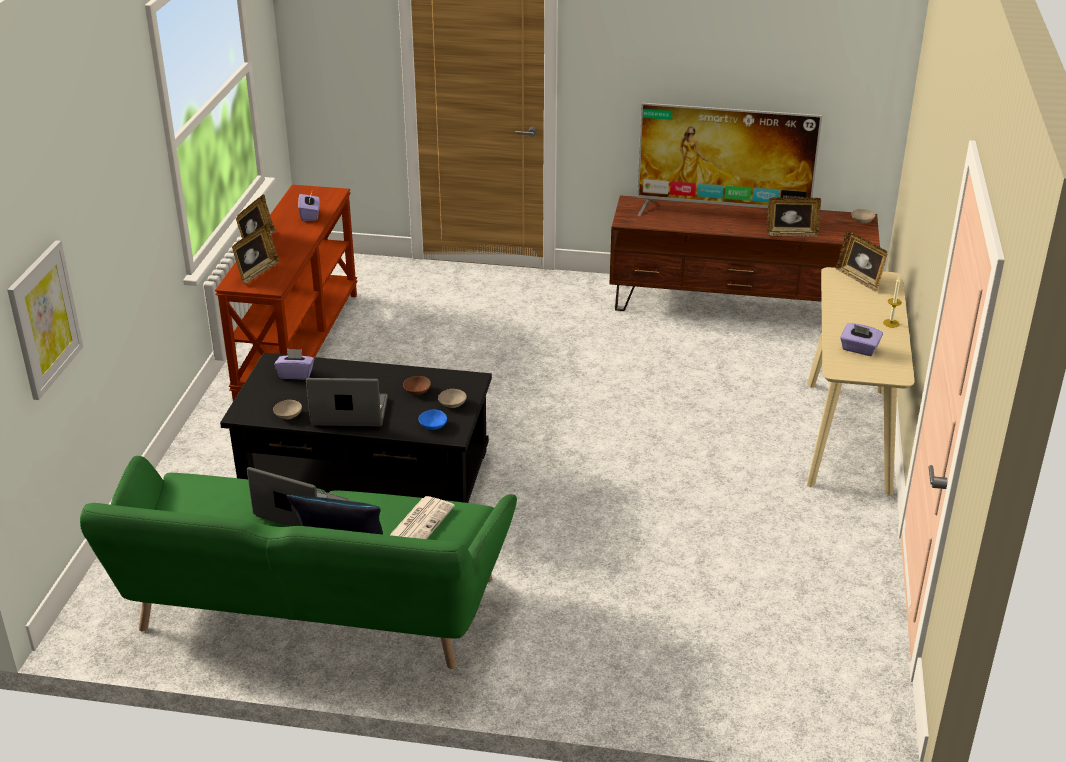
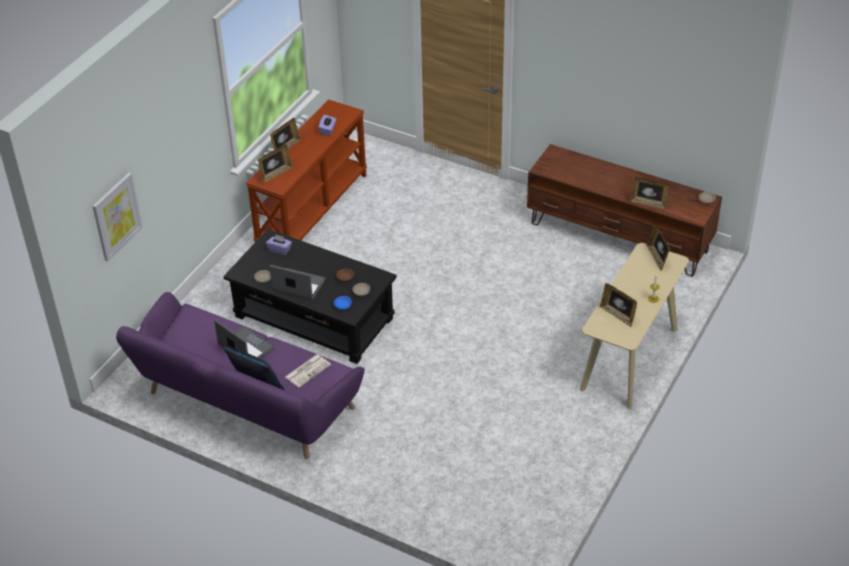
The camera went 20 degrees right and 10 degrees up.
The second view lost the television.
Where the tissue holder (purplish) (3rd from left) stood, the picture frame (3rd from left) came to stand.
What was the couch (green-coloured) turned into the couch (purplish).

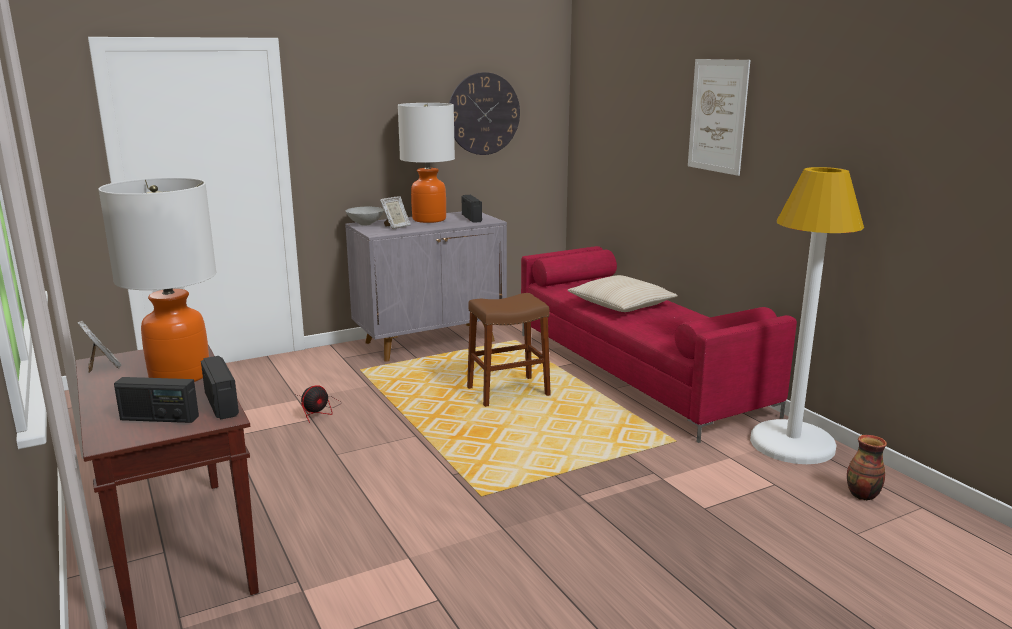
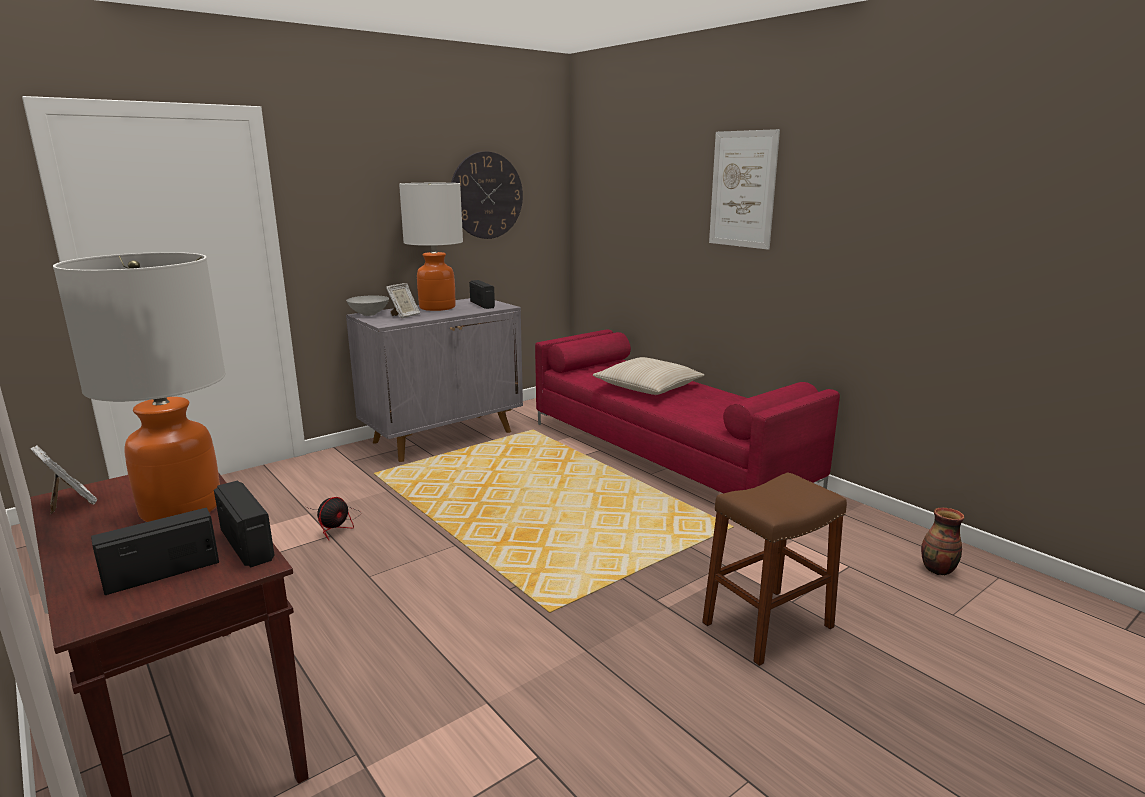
The camera went 10 degrees left and 0 degrees up.
The second view lost the standing lamp (whitish).
The stool seat (brown) ended up elsewhere.
The radio set (1st from left) ended up facing another way, 150 degrees clockwise from before.

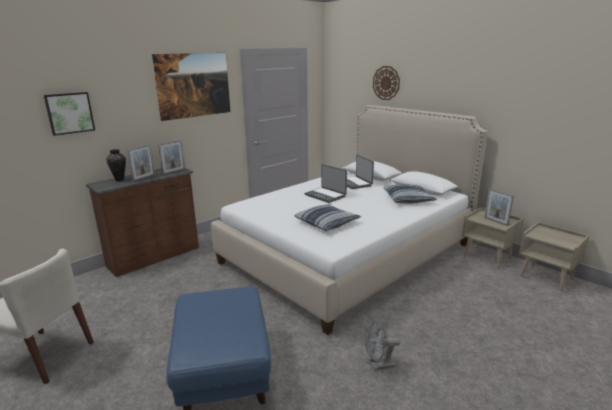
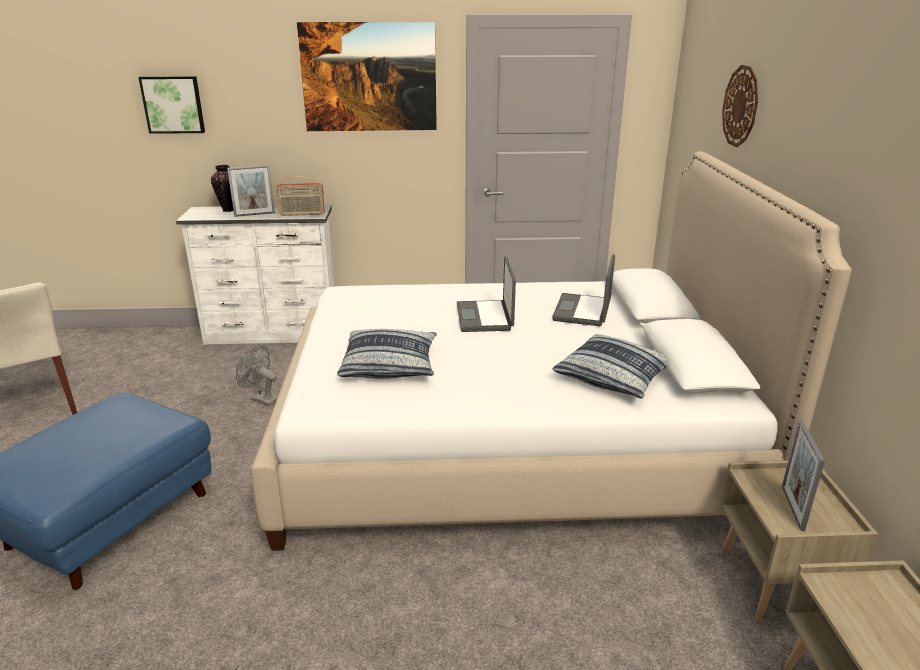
The camera went 40 degrees right and 5 degrees up.
The cooling fan (greyish) ended up elsewhere.
Where the picture frame (2nd from left) stood, the radio set came to stand.
What was the dresser (brown) turned into the dresser (whitish).

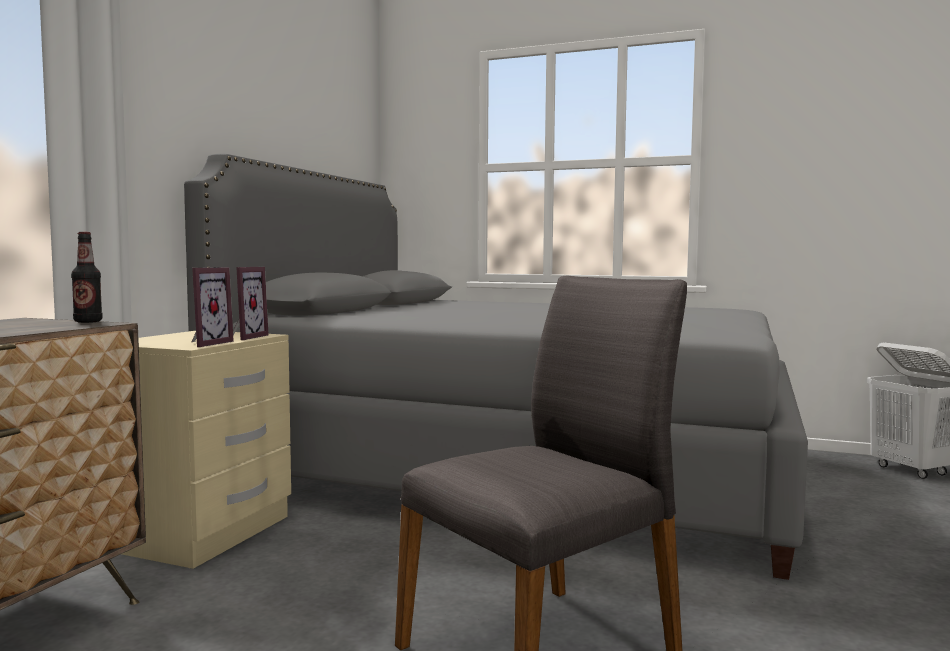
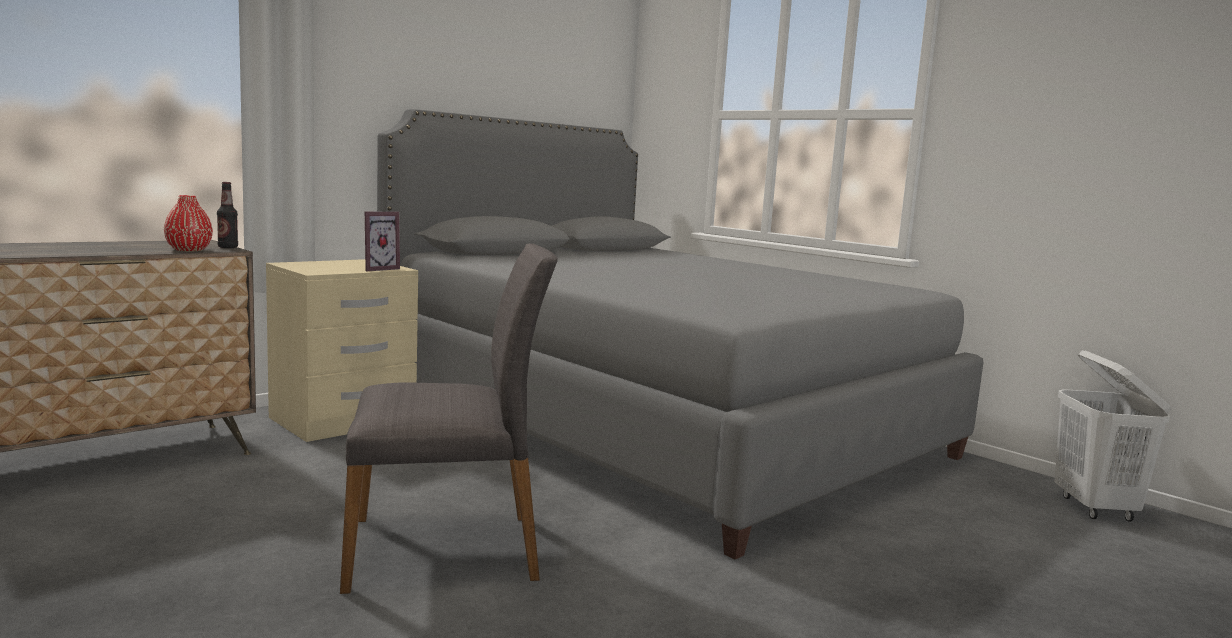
The camera went 25 degrees right and 5 degrees up.
The second view lost the picture frame (1st from left).
The second view gained the vase (reddish).

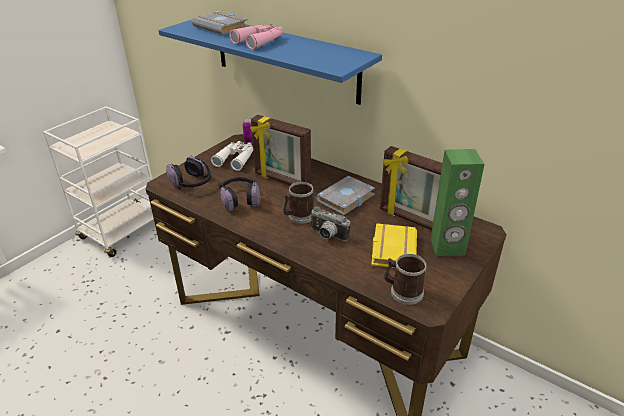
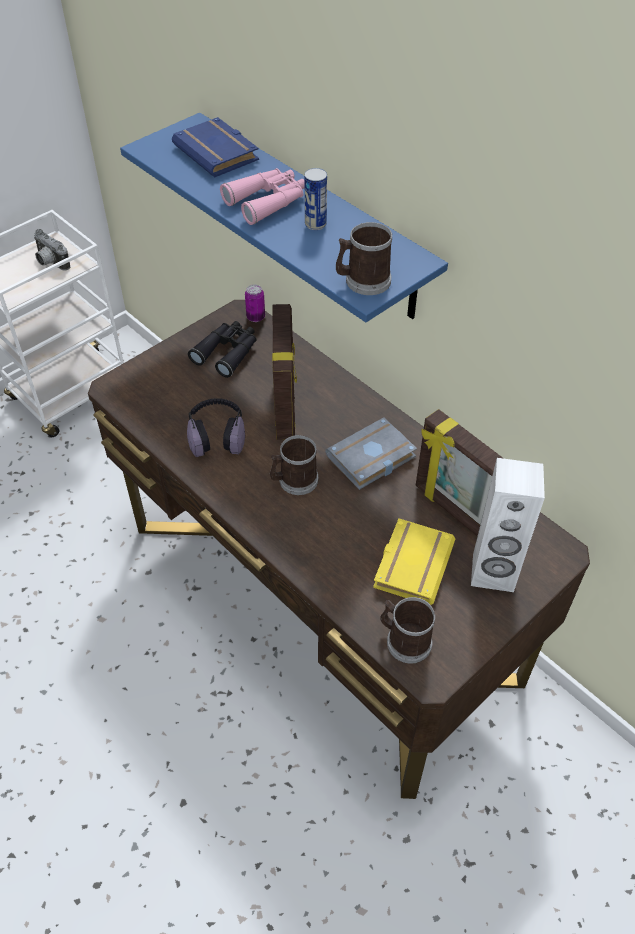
The camera went 10 degrees right and 15 degrees up.
The second view lost the headset (1st from left).
The second view gained the sealed can (2nd from left).
The second view gained the coffee mug (2nd from left).
The still camera ended up elsewhere.
What was the book (greyish) (1st from left) turned into the book (blue-coloured).
What was the binoculars (whitish) turned into the binoculars (blackish).
What was the speaker (green-coloured) turned into the speaker (whitish).
The picture frame (1st from left) ended up facing another way, 135 degrees counterclockwise from before.

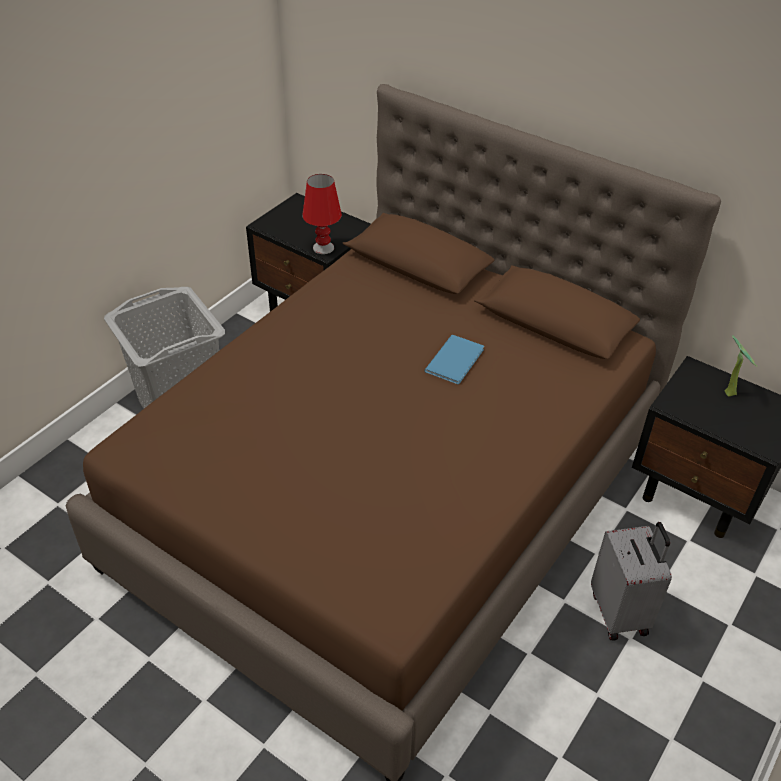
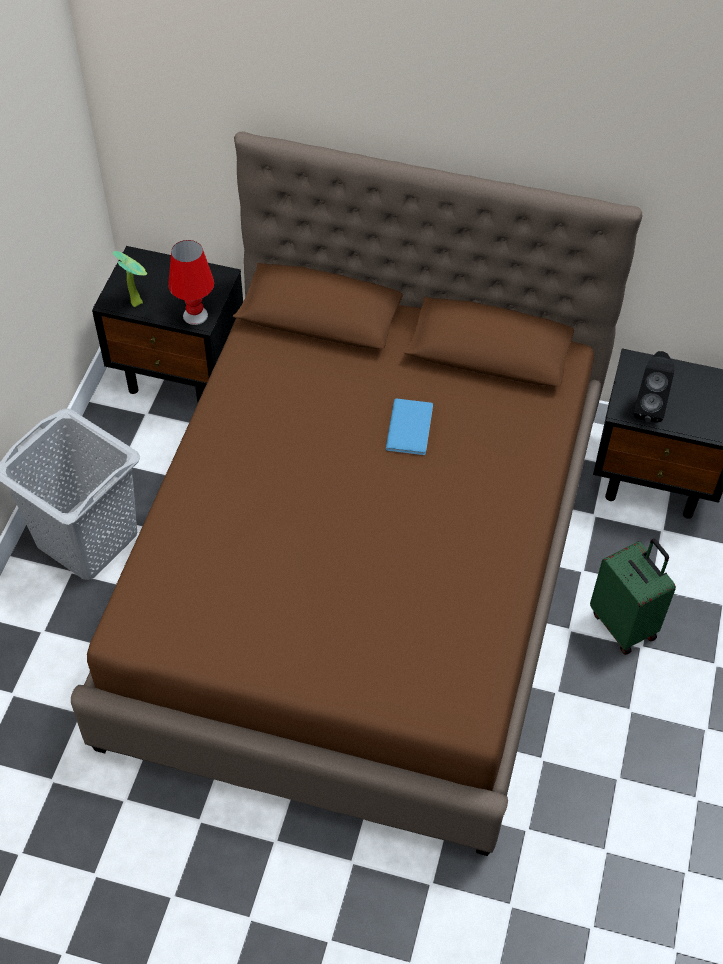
The camera went 20 degrees left and 10 degrees up.
The second view gained the speaker (blackish).
The potted plant ended up elsewhere.
What was the suitcase (greyish) turned into the suitcase (green-coloured).

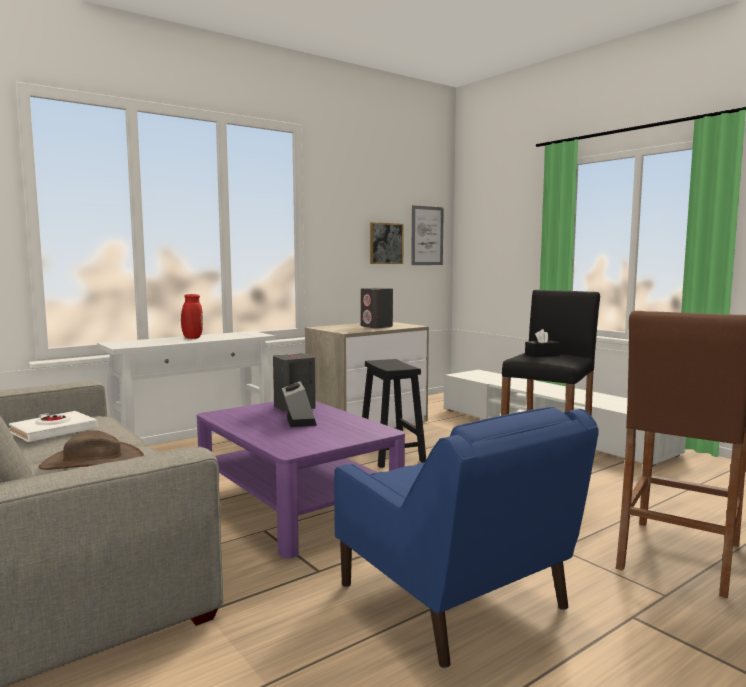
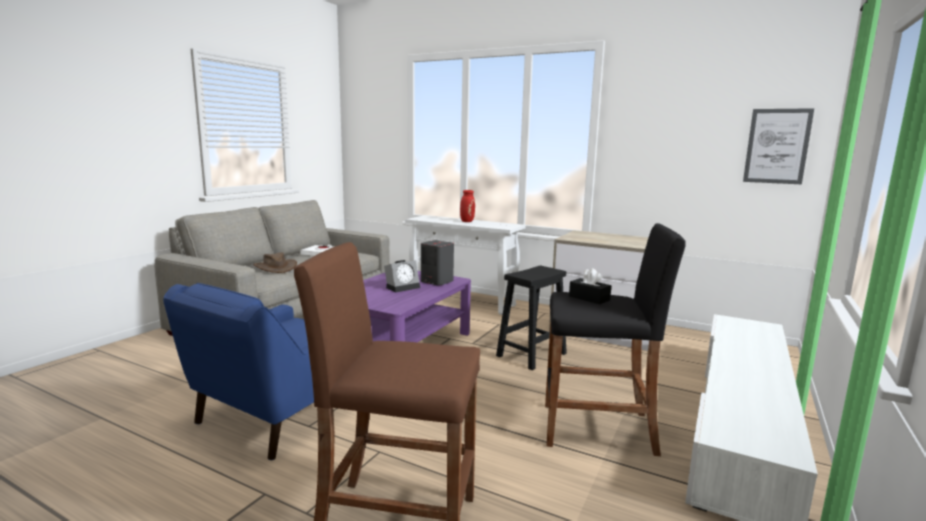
The camera went 65 degrees right and 5 degrees up.
The second view lost the speaker (greyish) (2nd from left).
The second view lost the wall art (1st from left).

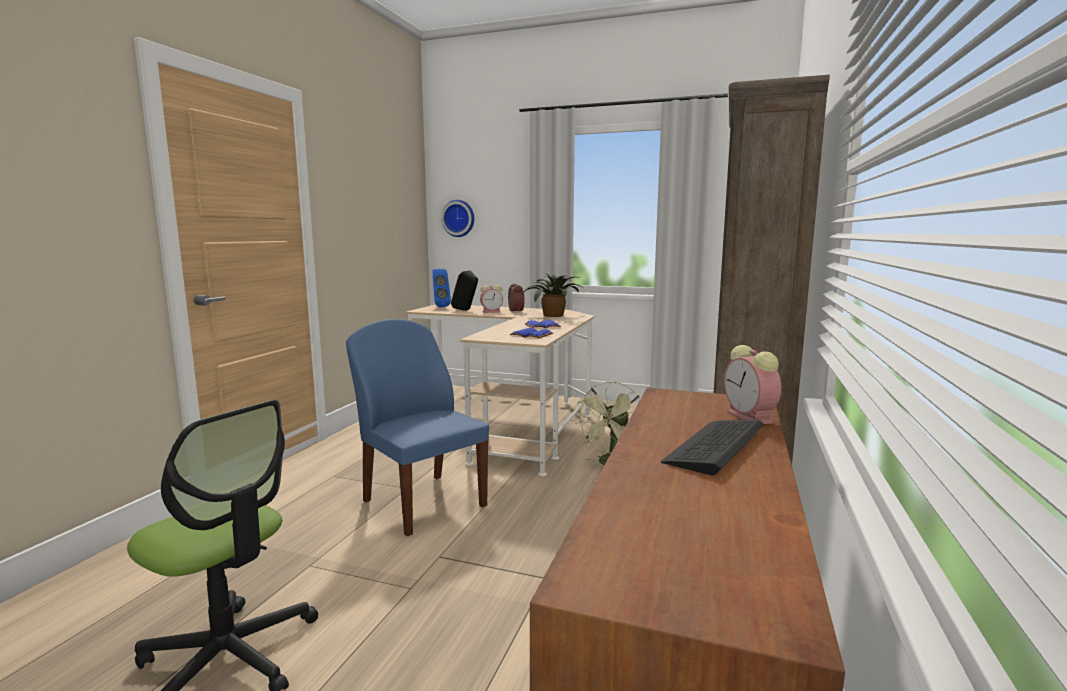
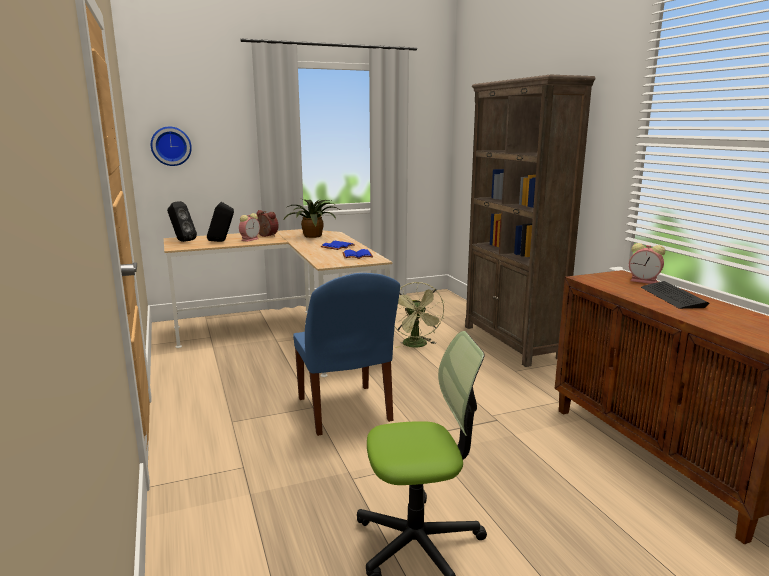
The camera went 40 degrees left and 5 degrees up.
What was the speaker (blue-coloured) turned into the speaker (blackish) (1st from left).
The upright chair (blue-coloured) ended up facing another way, 120 degrees counterclockwise from before.

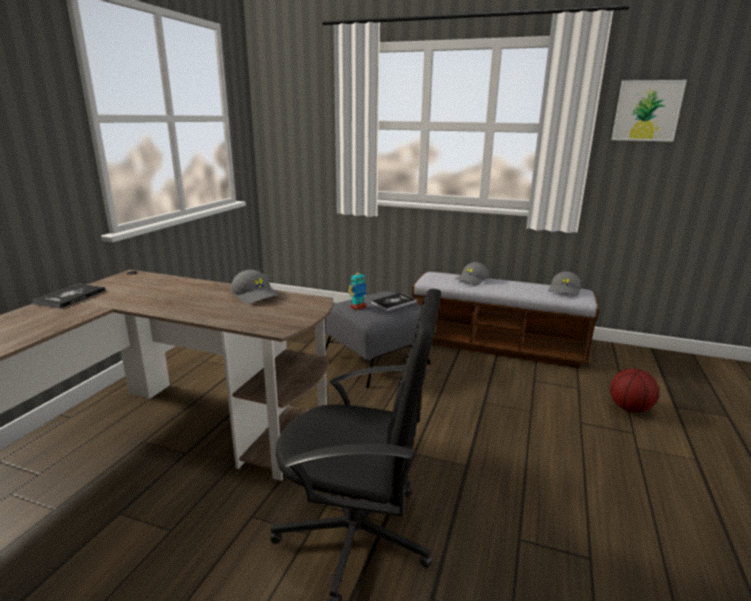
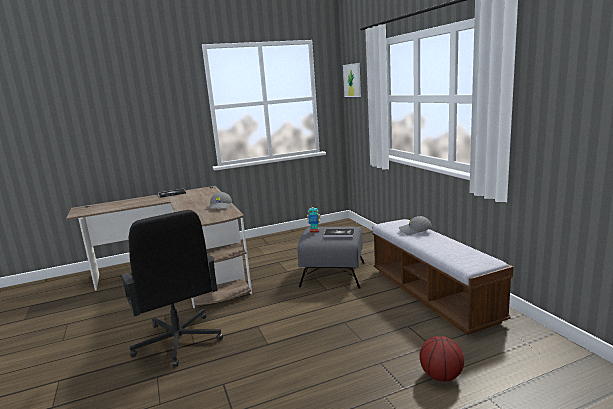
The camera went 50 degrees right and 5 degrees down.
The second view lost the baseball cap (greyish) (3rd from left).
The wall art ended up elsewhere.

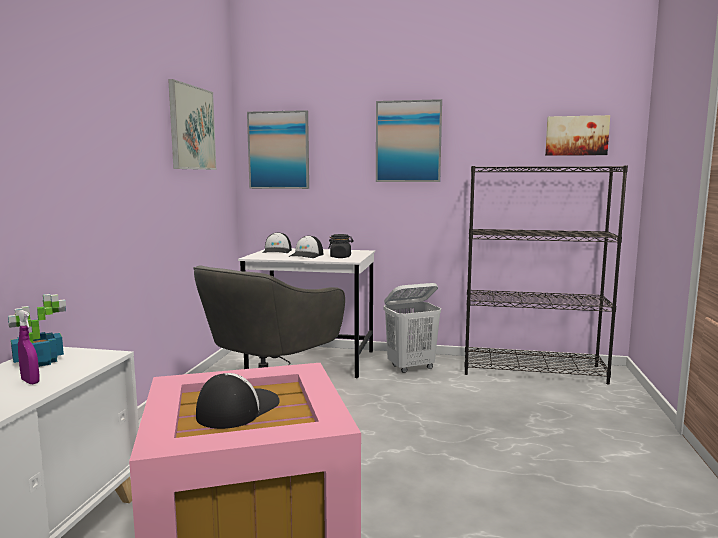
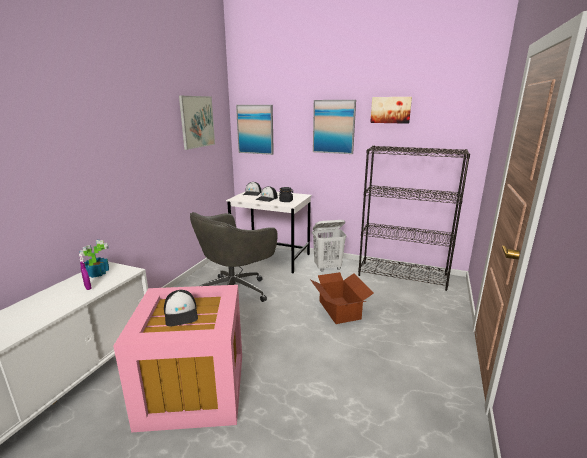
The camera went 10 degrees right and 10 degrees up.
The second view gained the packing box.
The wall art (4th from left) ended up elsewhere.
The baseball cap (1st from left) ended up facing another way, 120 degrees clockwise from before.

